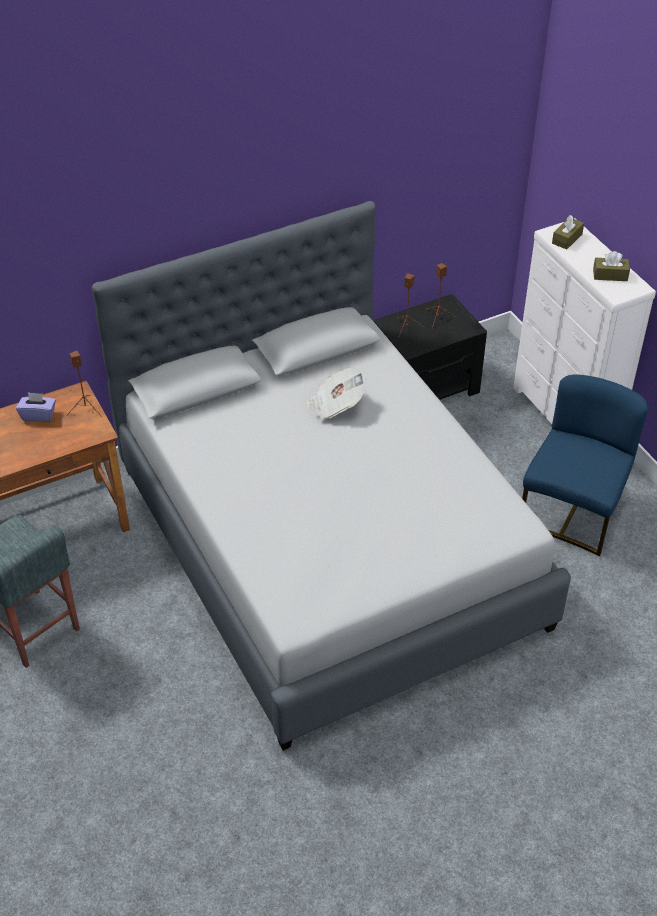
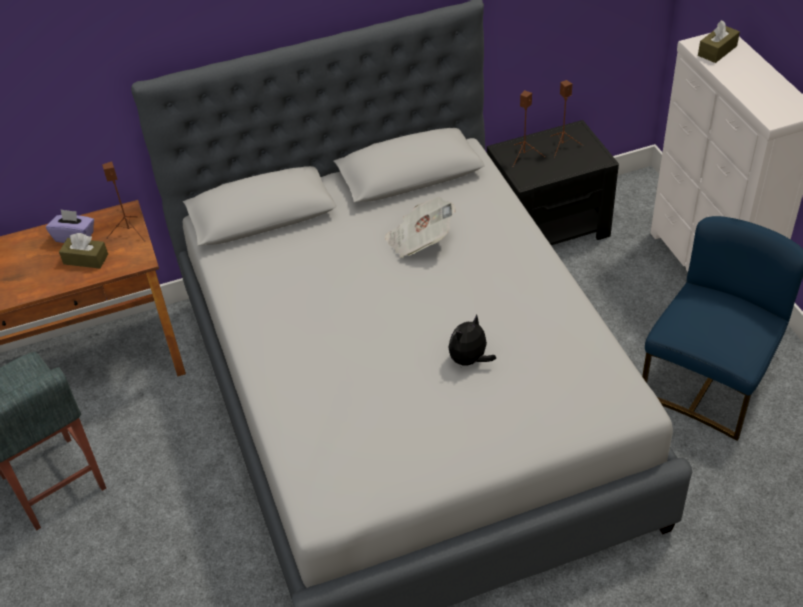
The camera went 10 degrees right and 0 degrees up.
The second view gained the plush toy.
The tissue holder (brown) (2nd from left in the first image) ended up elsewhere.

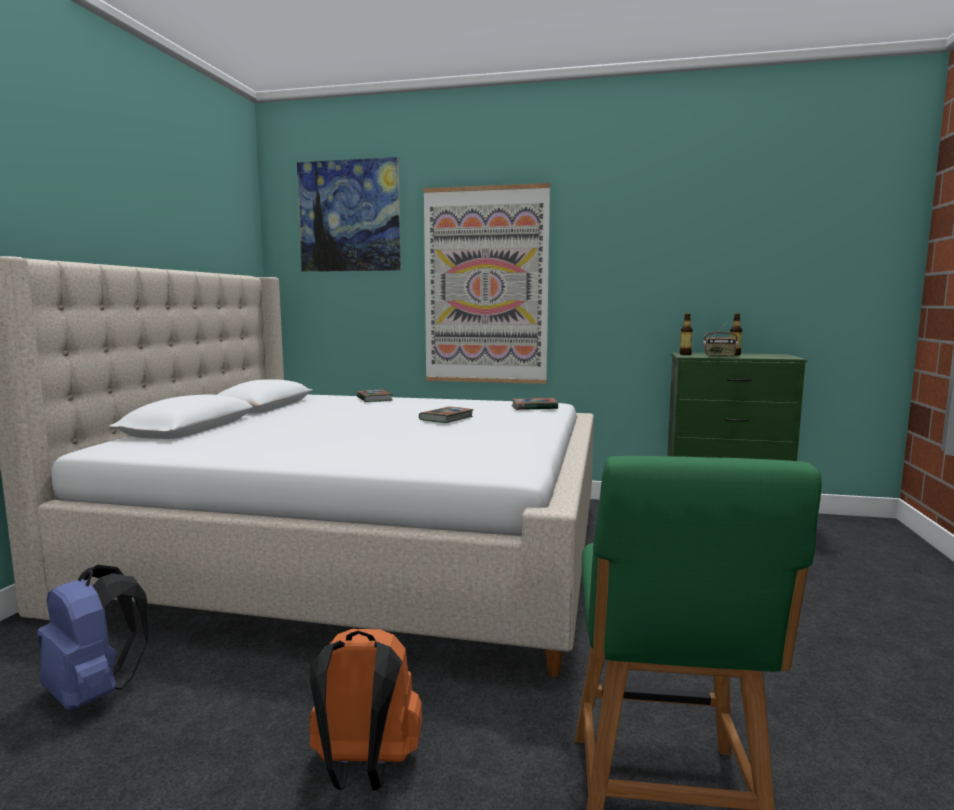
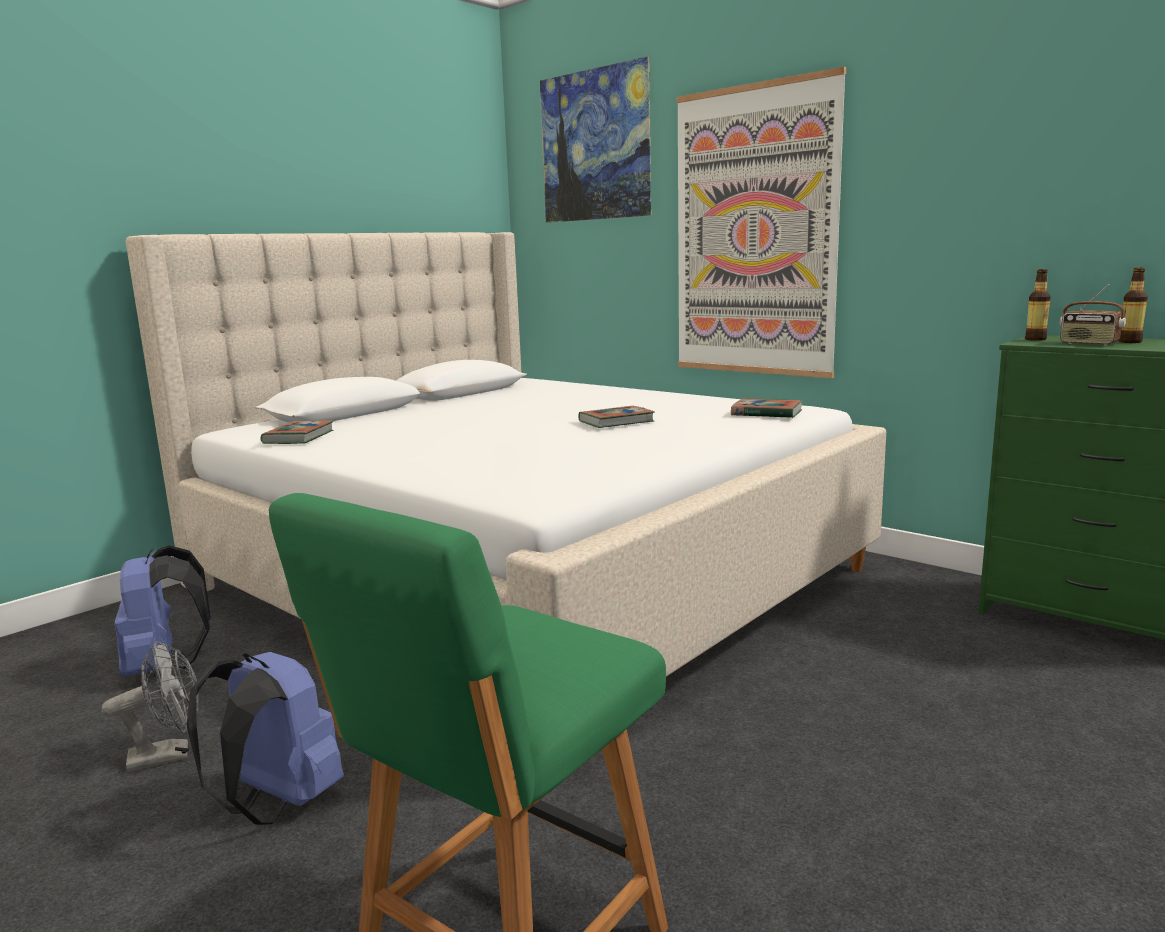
The camera went 30 degrees right and 5 degrees up.
The second view gained the cooling fan (greyish).
The book (1st from left) ended up elsewhere.
What was the backpack (orangey) turned into the backpack (blue-coloured) (2nd from left).

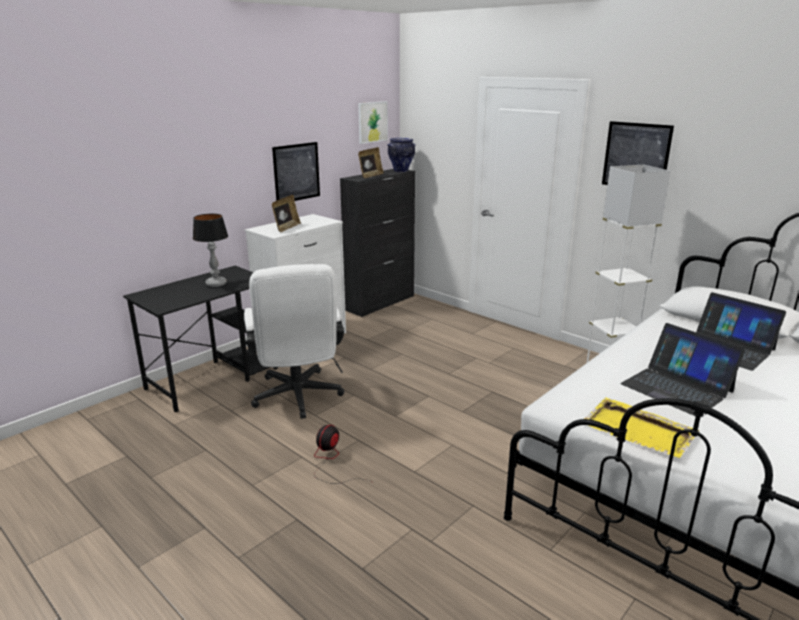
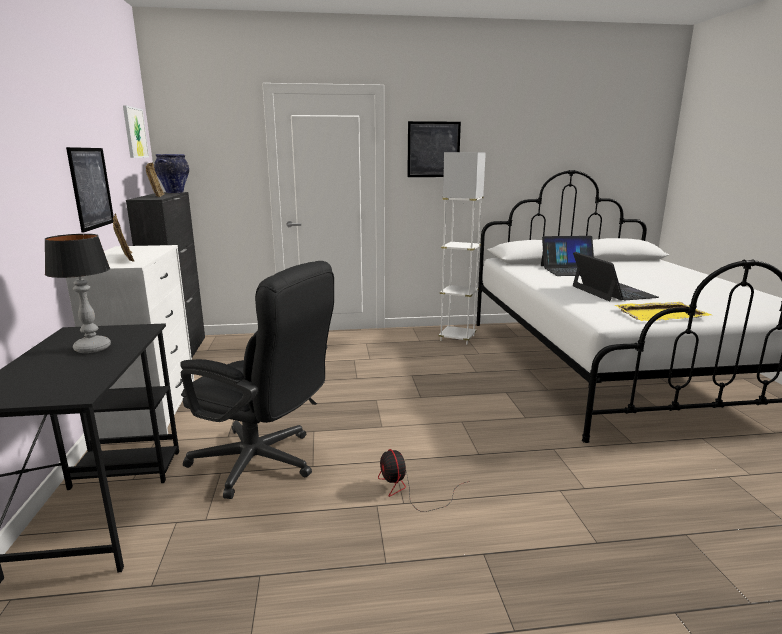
The camera went 50 degrees left and 5 degrees down.
What was the office chair (whitish) turned into the office chair (blackish).
The notebook computer (1st from left in the first image) ended up facing another way, 105 degrees counterclockwise from before.

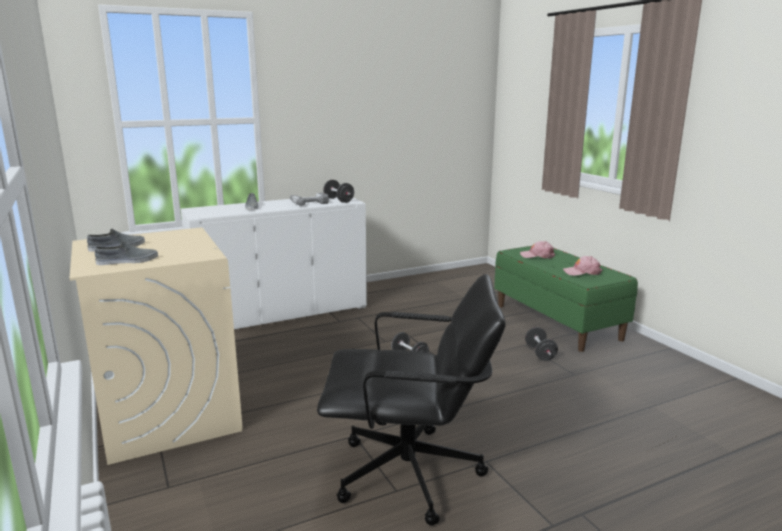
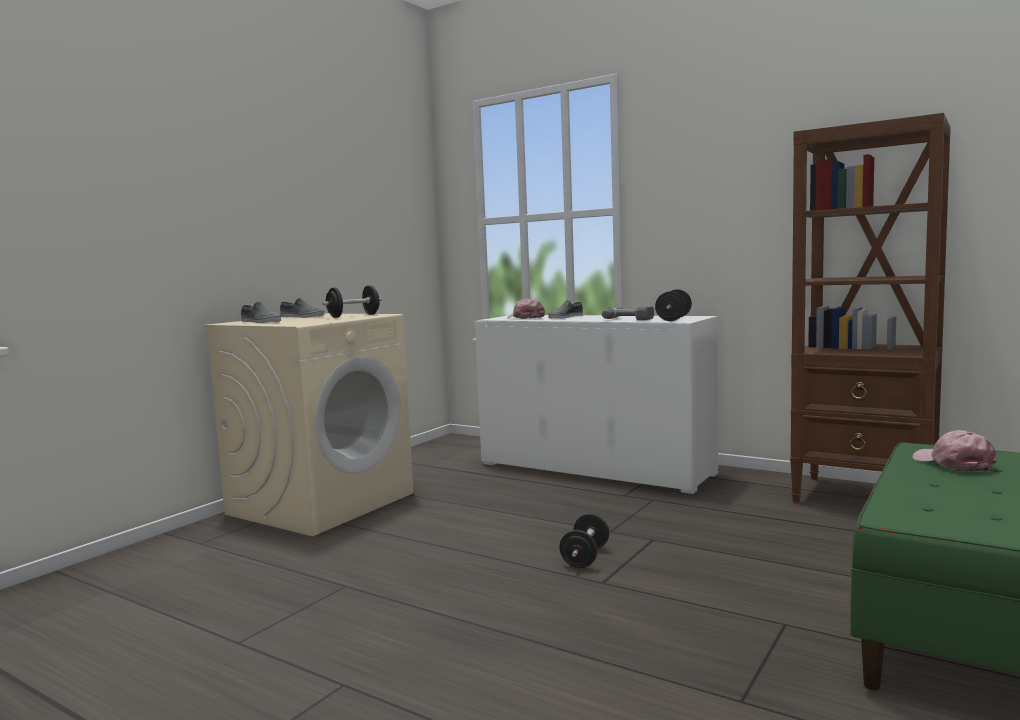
The camera went 60 degrees right and 10 degrees down.
The second view lost the office chair (blackish).
The second view gained the shelving unit (brown).
The dumbbell (blackish) (3rd from left in the first image) ended up elsewhere.
The baseball cap (pink-coloured) (2nd from left in the first image) ended up elsewhere.

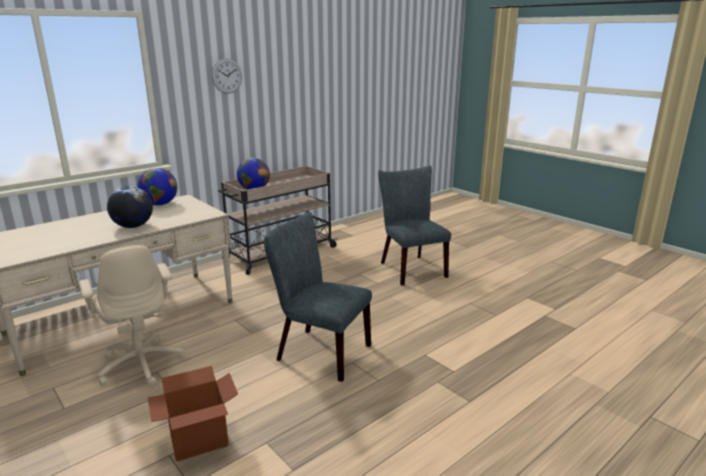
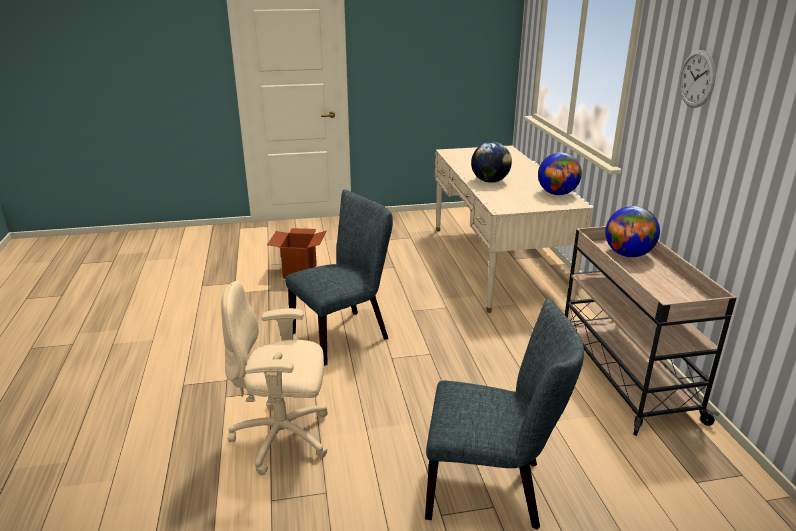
The camera went 120 degrees right and 5 degrees up.
The office chair (beige-coloured) ended up elsewhere.

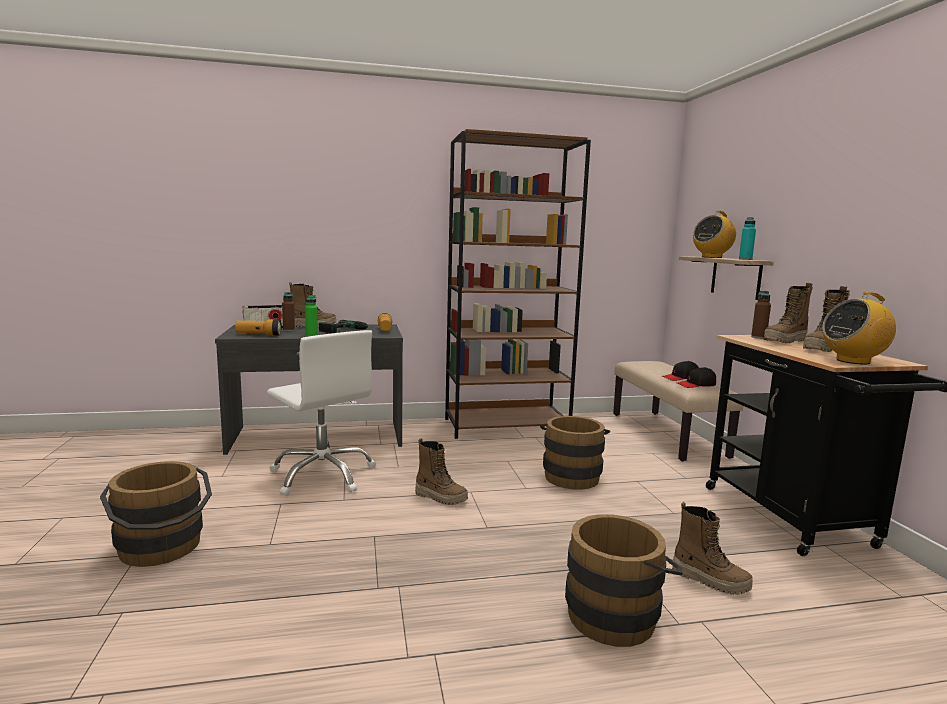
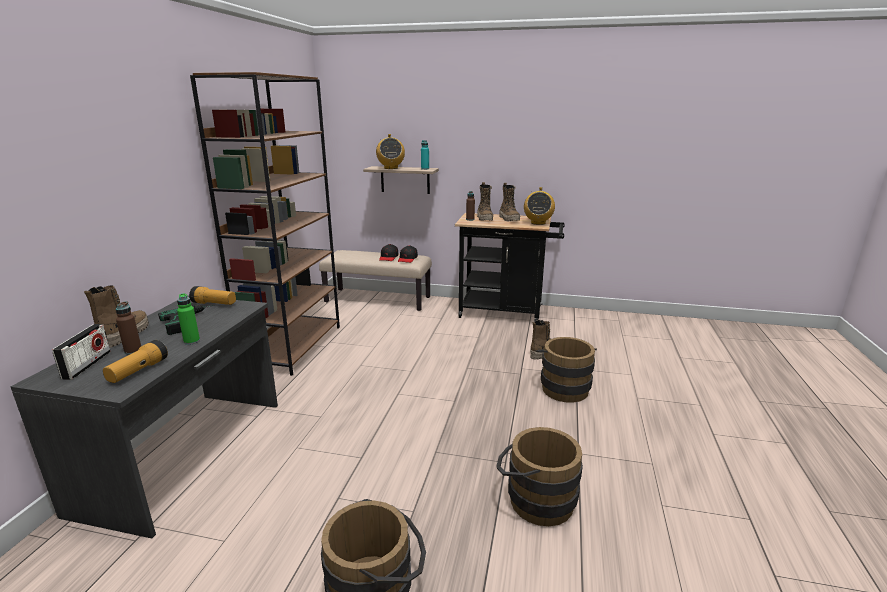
The camera went 65 degrees left and 10 degrees up.
The second view lost the office chair (whitish).
The second view lost the boot (2nd from left).
The pail (brown) (2nd from left) ended up elsewhere.

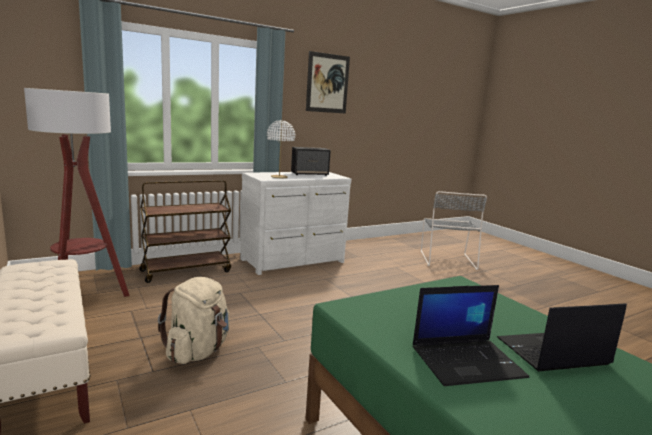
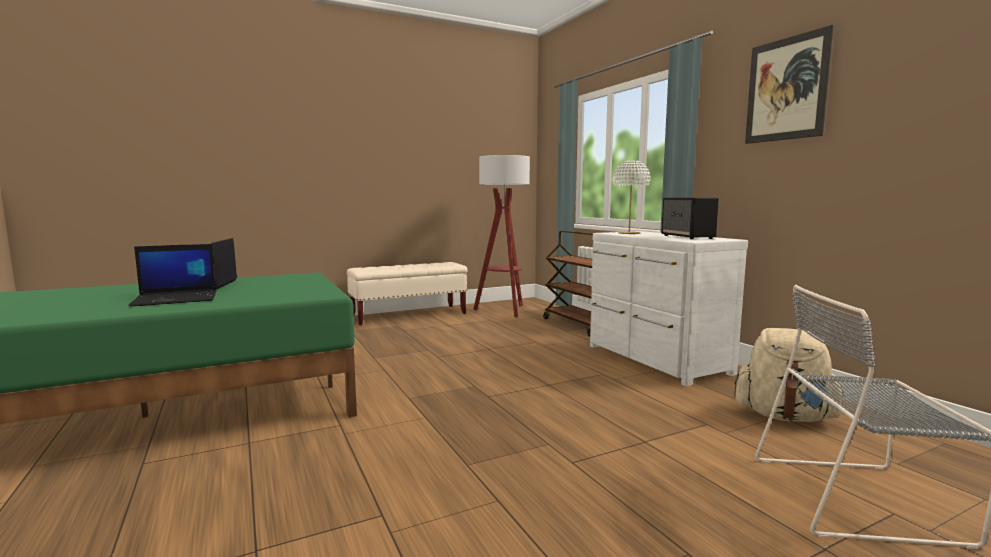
The camera went 95 degrees right and 5 degrees down.
The backpack (beige-coloured) ended up elsewhere.
The notebook computer (2nd from left in the first image) ended up facing another way, 75 degrees clockwise from before.

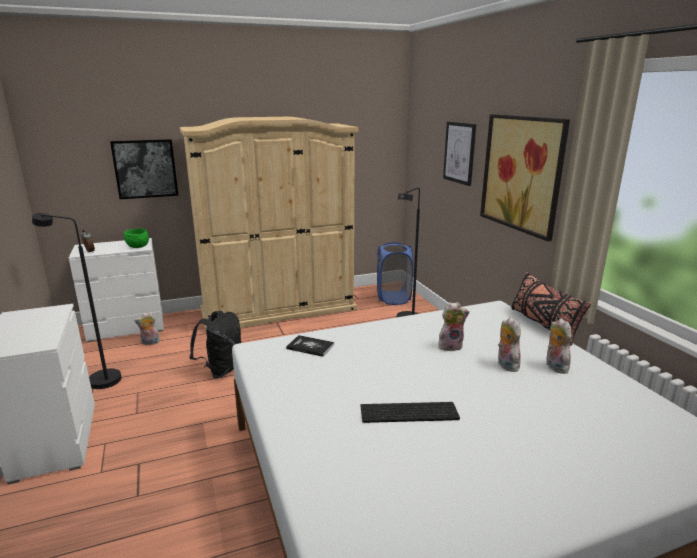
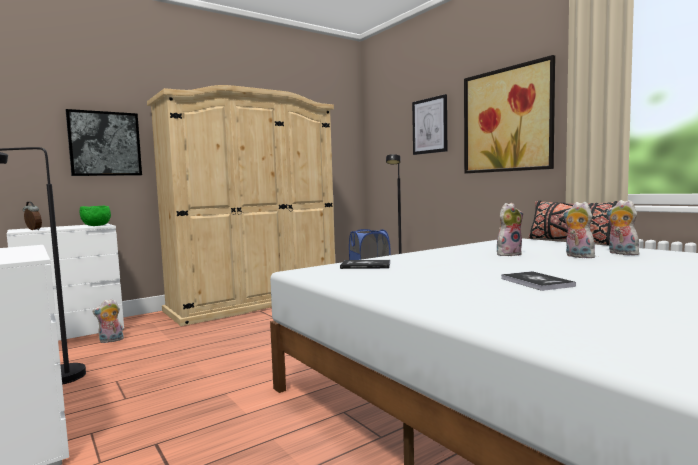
The camera went 15 degrees left and 15 degrees down.
The second view lost the backpack (blackish).
Where the keyboard stood, the book (2nd from left) came to stand.

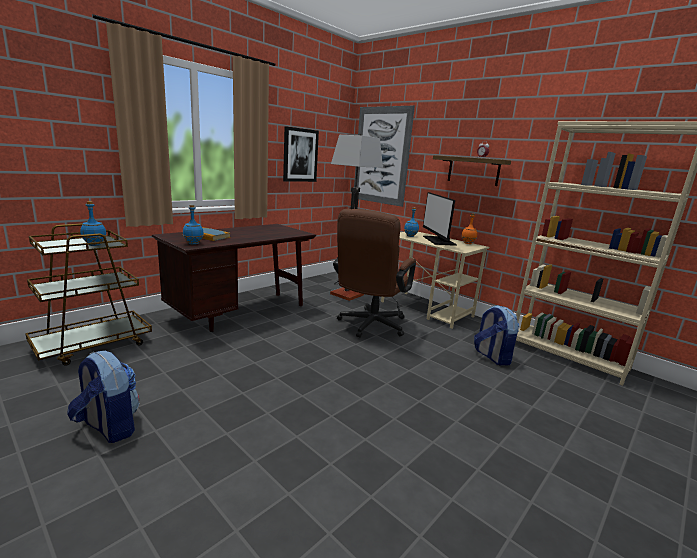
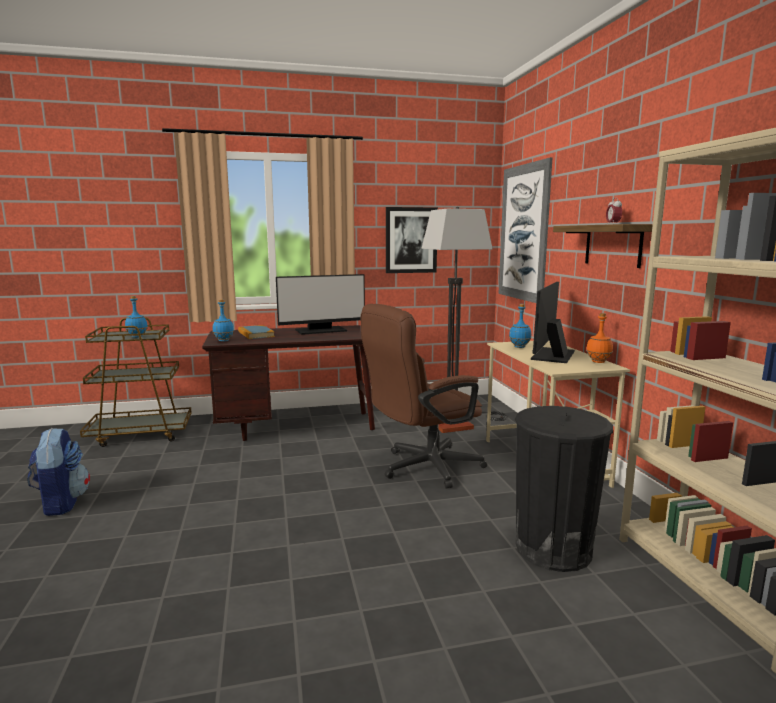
The camera went 35 degrees right and 5 degrees down.
The second view gained the monitor (1st from left).
Where the backpack (2nd from left) stood, the waste bin (blackish) came to stand.

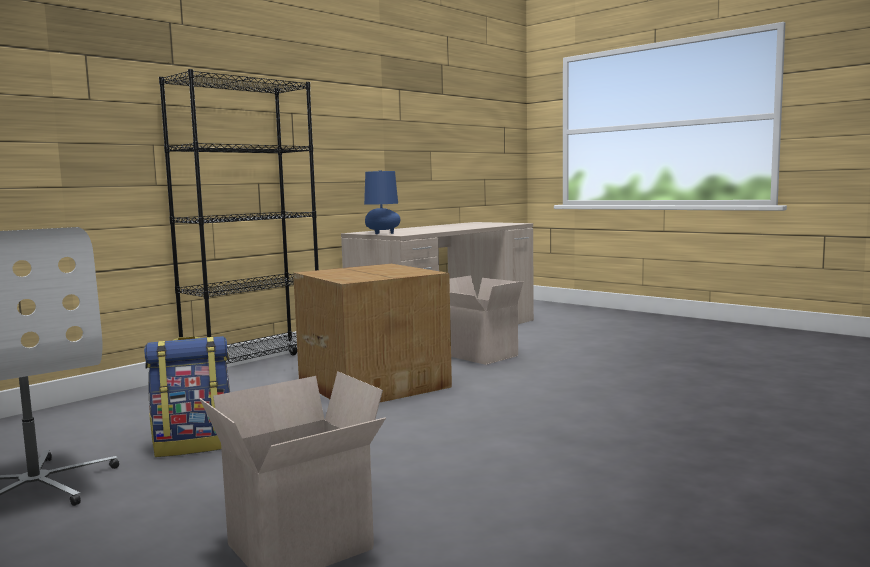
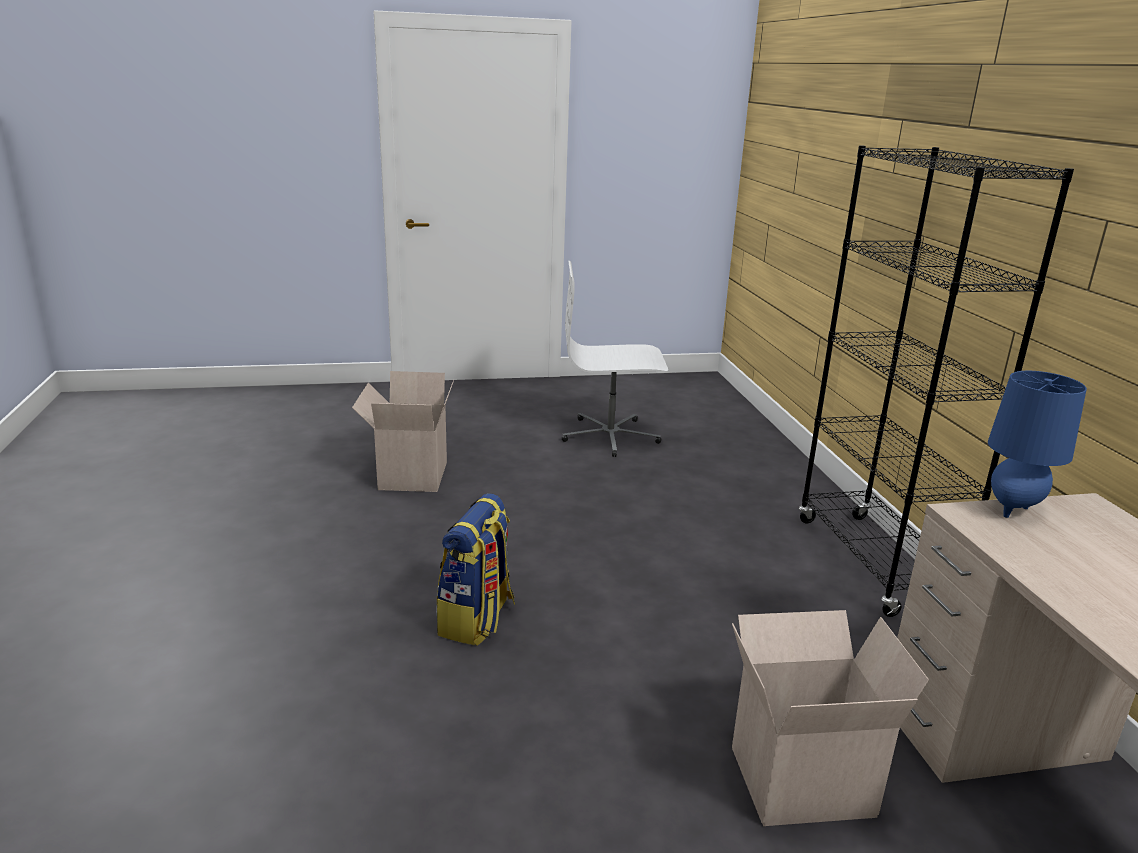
The camera went 125 degrees right and 15 degrees up.
The second view lost the packing box (2nd from left).
The backpack ended up elsewhere.

